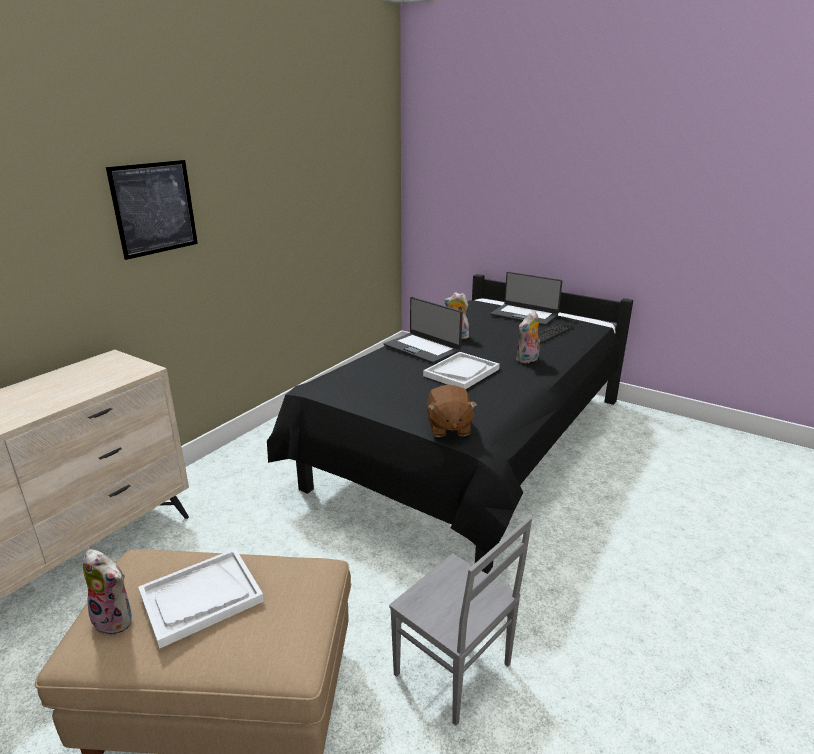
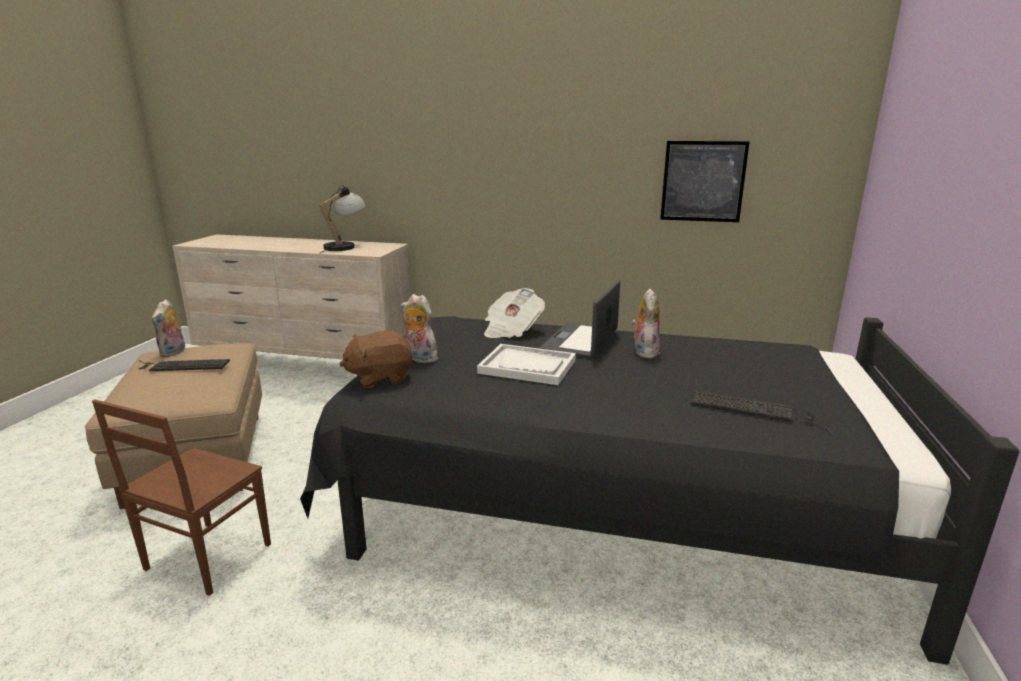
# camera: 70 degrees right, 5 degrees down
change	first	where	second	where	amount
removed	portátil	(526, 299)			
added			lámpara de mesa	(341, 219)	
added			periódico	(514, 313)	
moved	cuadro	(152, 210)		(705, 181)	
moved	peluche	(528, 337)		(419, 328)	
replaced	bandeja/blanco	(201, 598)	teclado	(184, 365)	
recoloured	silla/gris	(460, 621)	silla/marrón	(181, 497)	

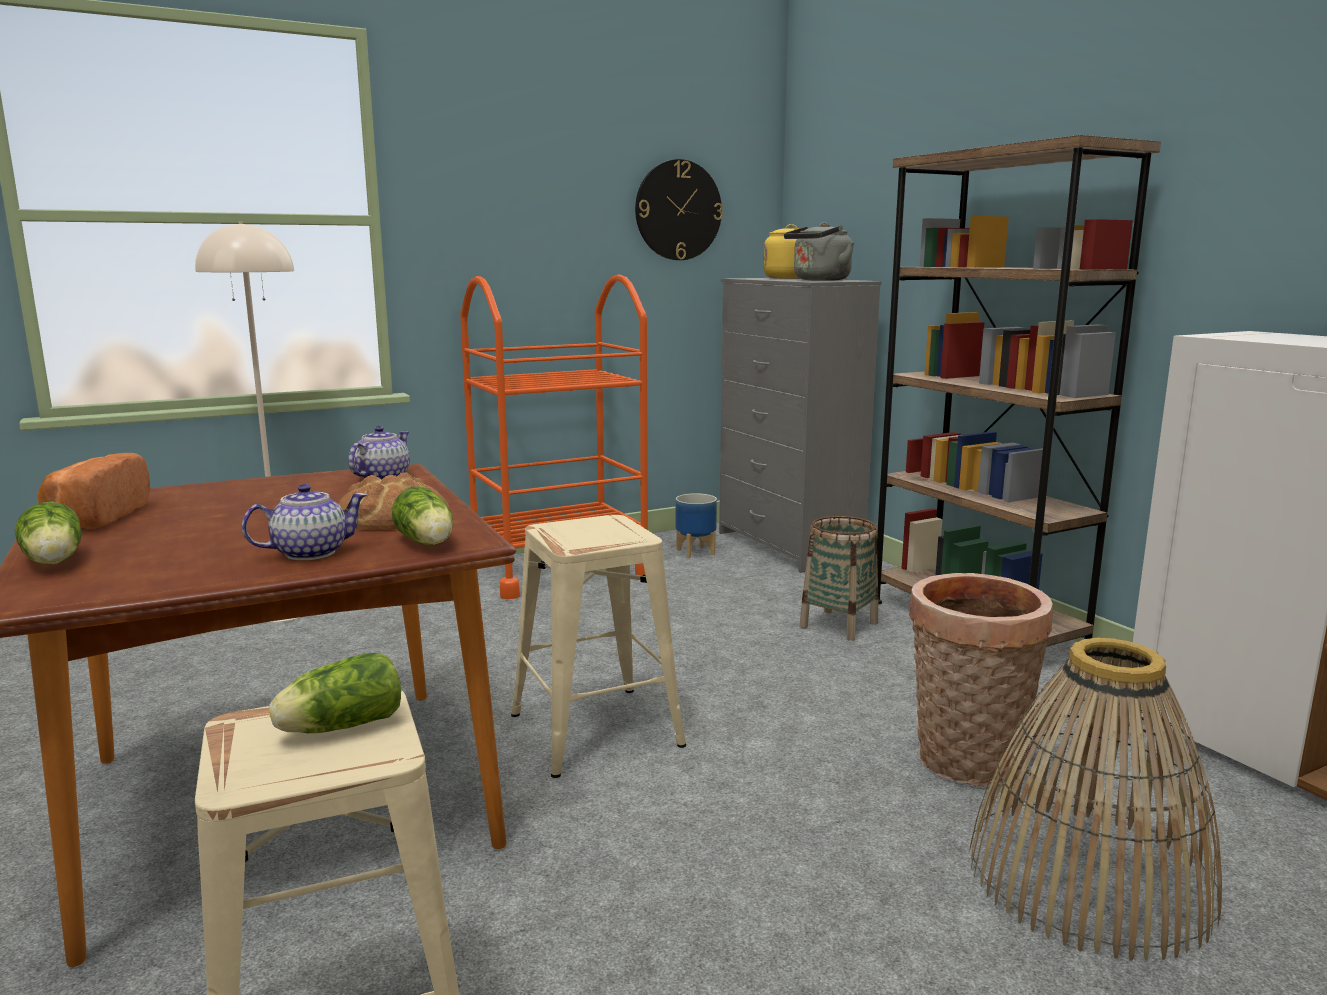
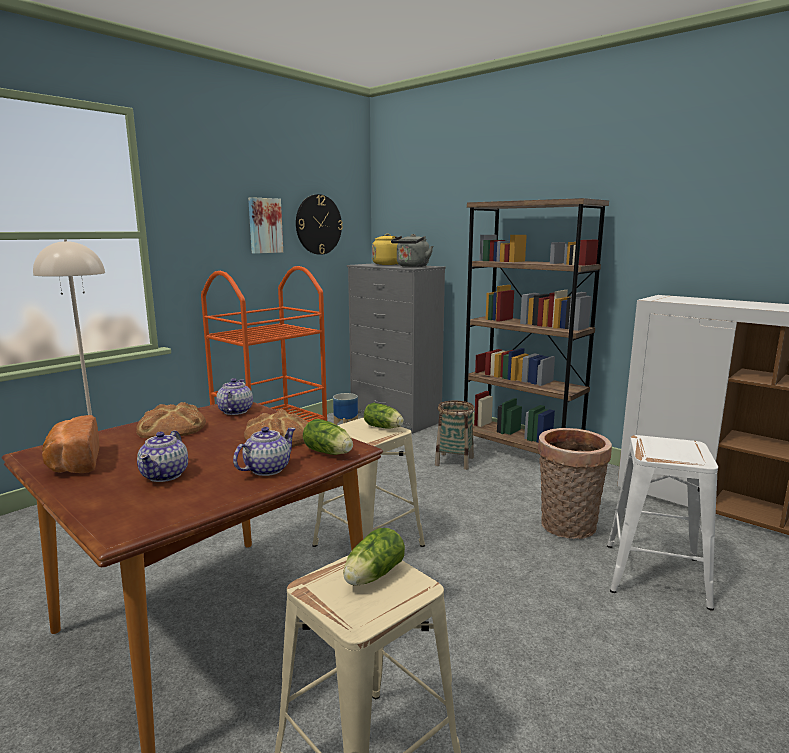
# camera: 20 degrees left, 0 degrees up
change	first	where	second	where	amount
added			pan	(171, 420)	
added			tetera	(162, 456)	
added			cuadro	(265, 225)	
moved	lechuga	(48, 533)		(384, 416)	
replaced	cesta	(1095, 799)	taburete/blanco	(662, 523)	

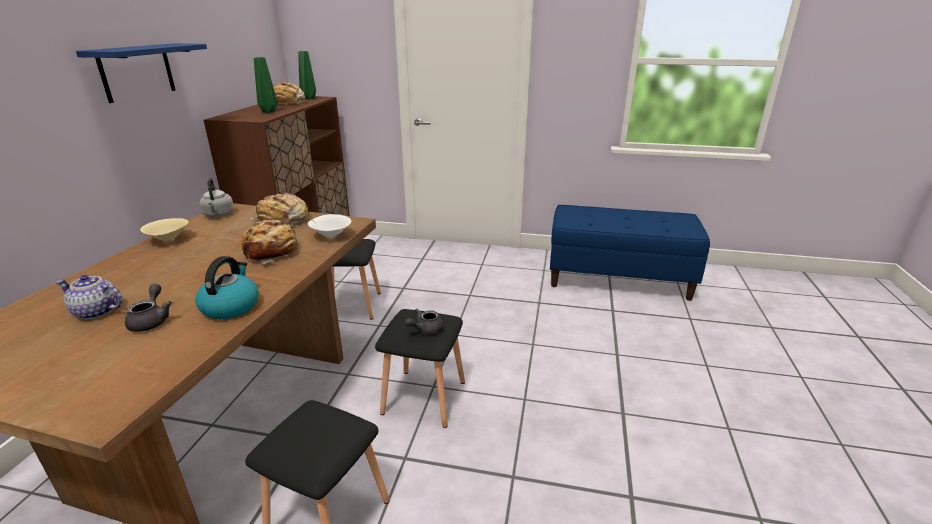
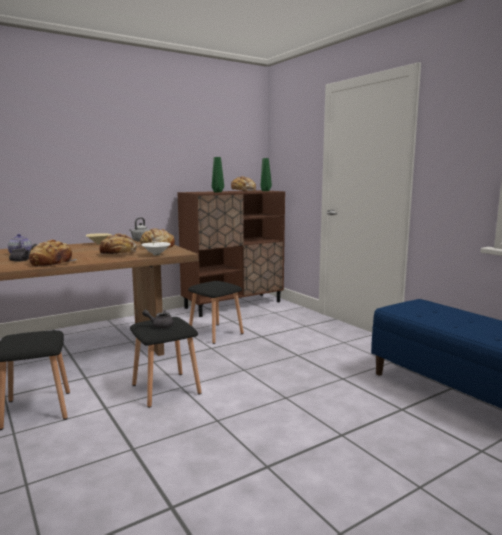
# camera: 45 degrees right, 15 degrees down
change	first	where	second	where	amount
removed	estante/azul	(141, 73)			
replaced	hervidor	(227, 288)	pan	(53, 253)	

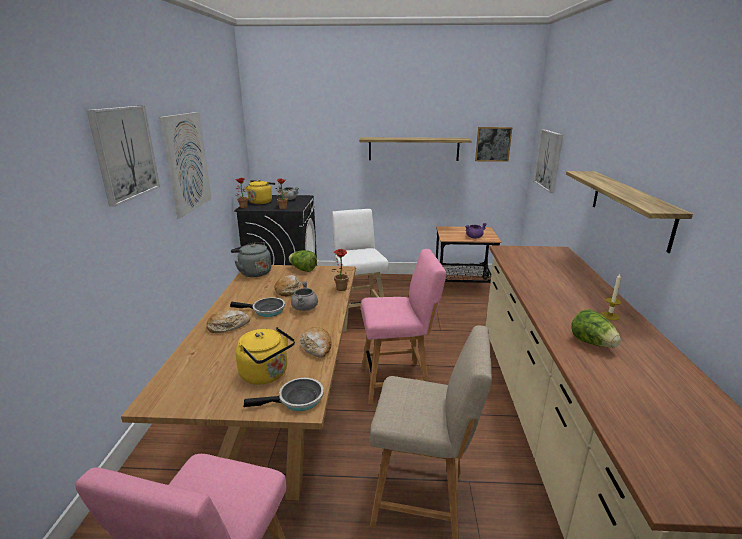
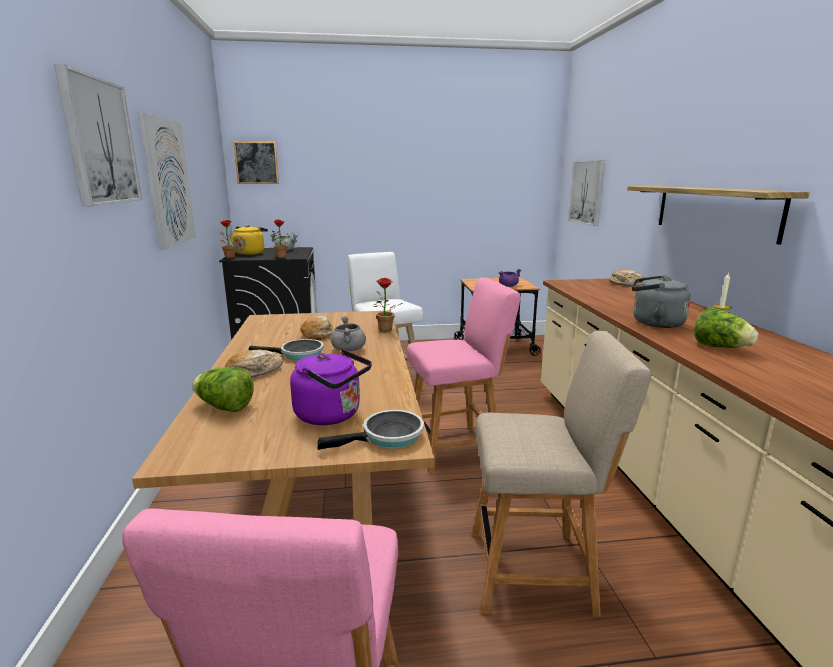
# camera: 10 degrees left, 5 degrees down
change	first	where	second	where	amount
removed	estante	(415, 149)			
moved	hervidor/gris	(251, 259)		(661, 301)	
moved	lechuga	(302, 261)		(223, 389)	
moved	pan	(316, 342)		(627, 278)	
moved	cuadro	(493, 144)		(256, 162)	
recoloured	hervidor/amarillo	(265, 355)	hervidor/morado	(331, 387)	

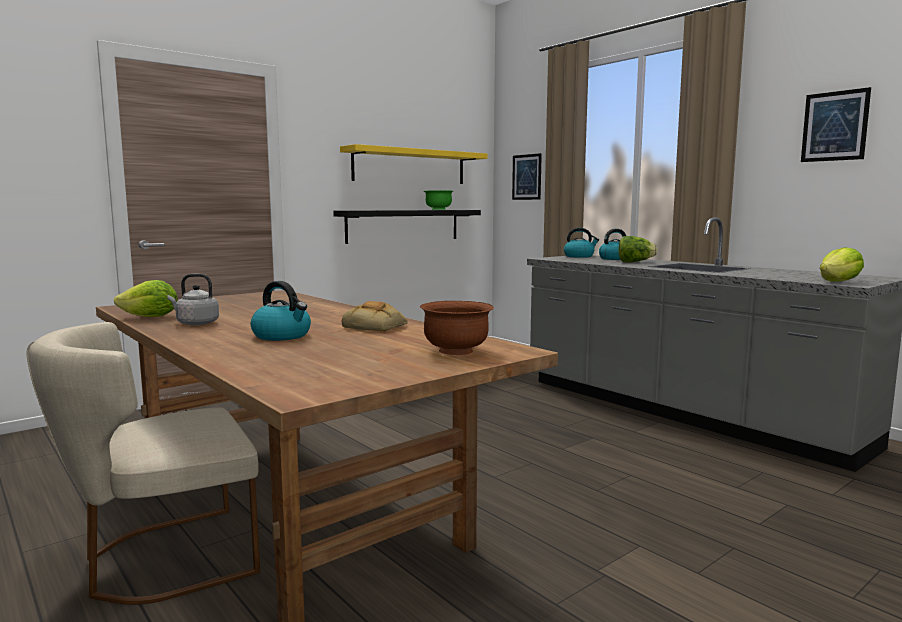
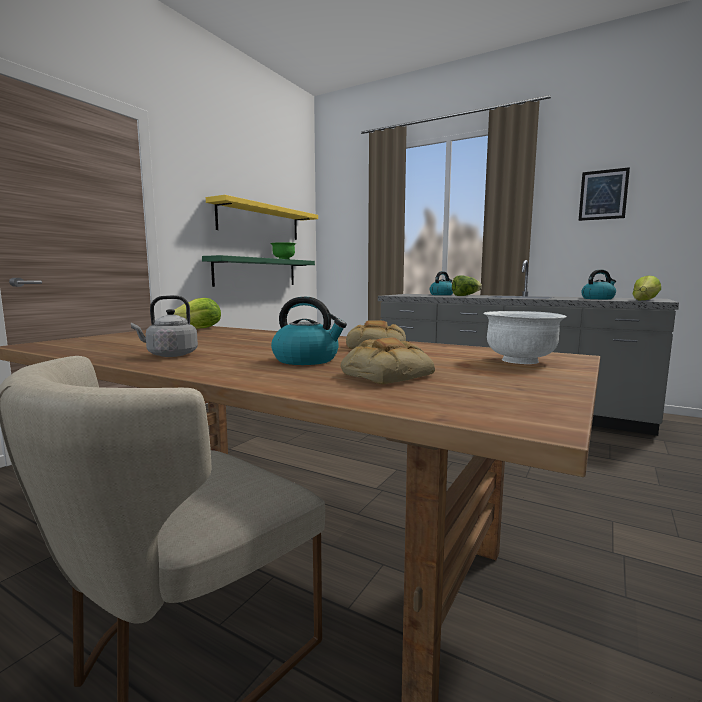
# camera: 20 degrees left, 0 degrees up
change	first	where	second	where	amount
removed	cuadro	(527, 176)			
added			pan	(388, 360)	
moved	lechuga	(146, 298)		(197, 313)	
moved	hervidor	(581, 243)		(598, 284)	
recoloured	estante/negro	(407, 227)	estante/verde	(258, 271)	
recoloured	cuenco/marrón	(457, 328)	cuenco/blanco	(525, 337)	

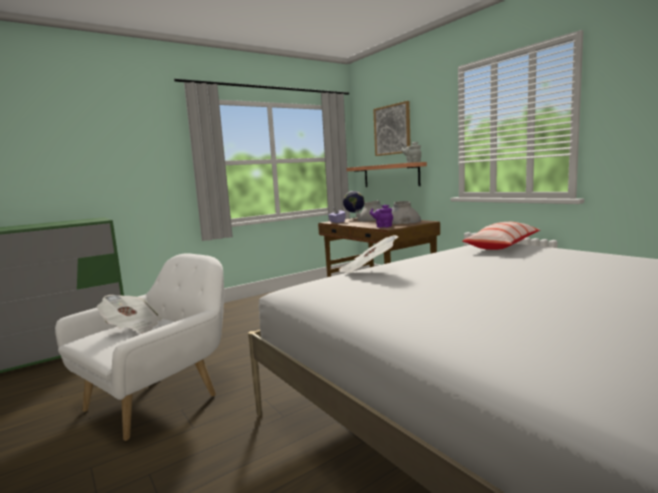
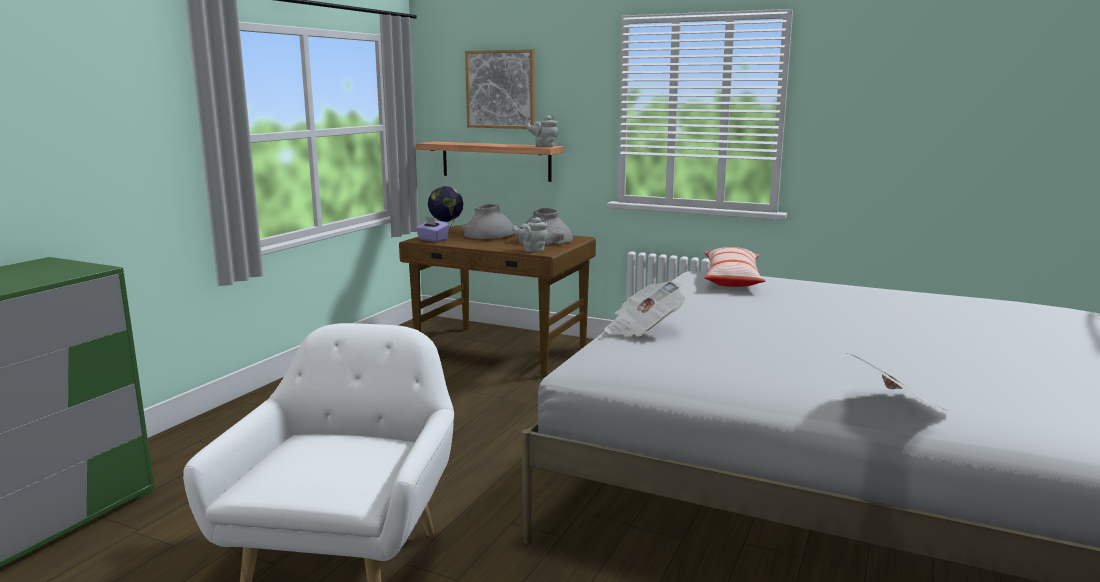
# camera: 30 degrees left, 5 degrees up
change	first	where	second	where	amount
moved	periódico	(129, 314)		(898, 382)	
recoloured	tetera/morado	(381, 216)	tetera/gris	(530, 234)	

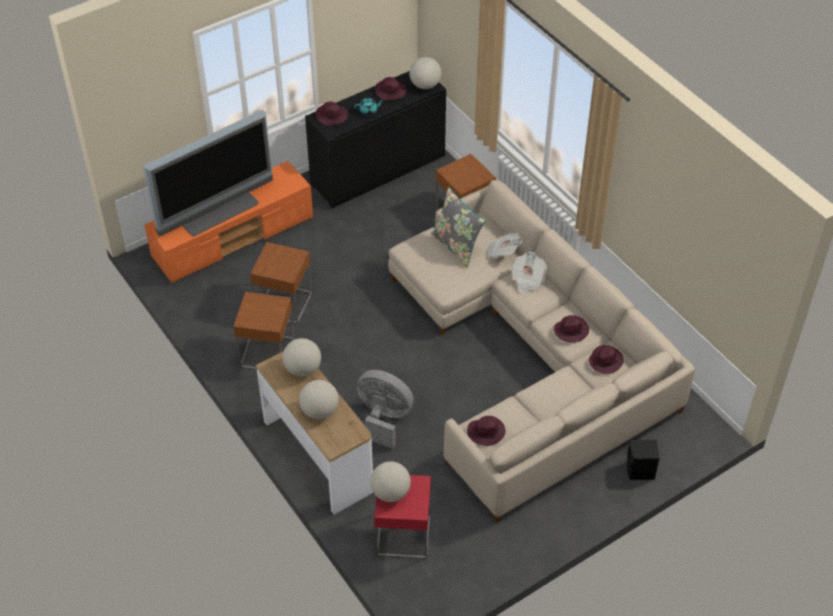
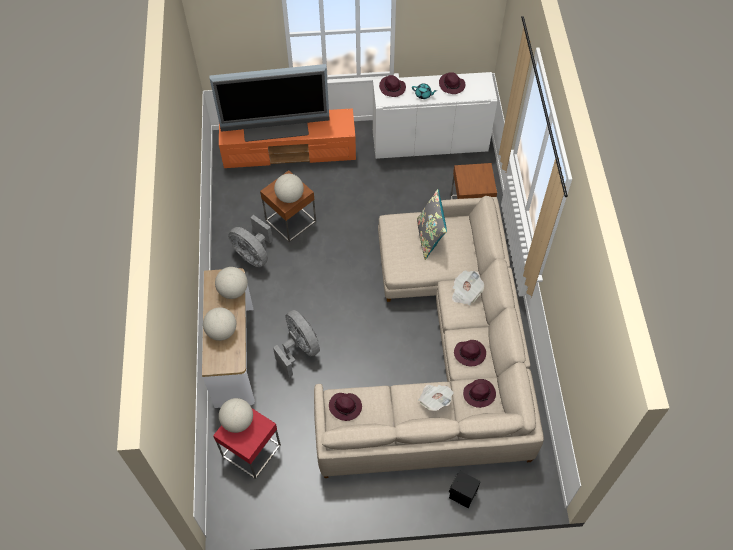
# camera: 30 degrees right, 10 degrees up
change	first	where	second	where	amount
moved	globo terráqueo	(425, 73)		(289, 188)	
moved	periódico	(504, 245)		(436, 397)	
replaced	mesa auxiliar/marrón	(264, 330)	ventilador/gris	(250, 241)	
recoloured	armario/negro	(375, 139)	armario/blanco	(435, 115)	

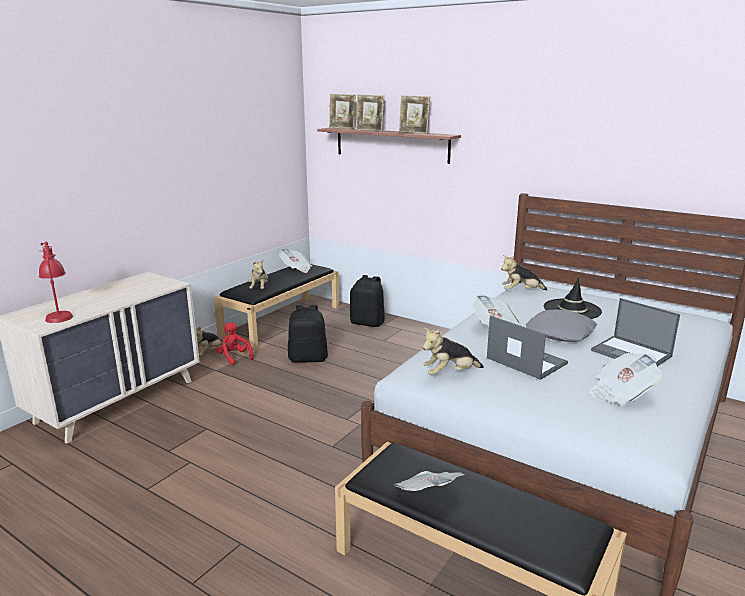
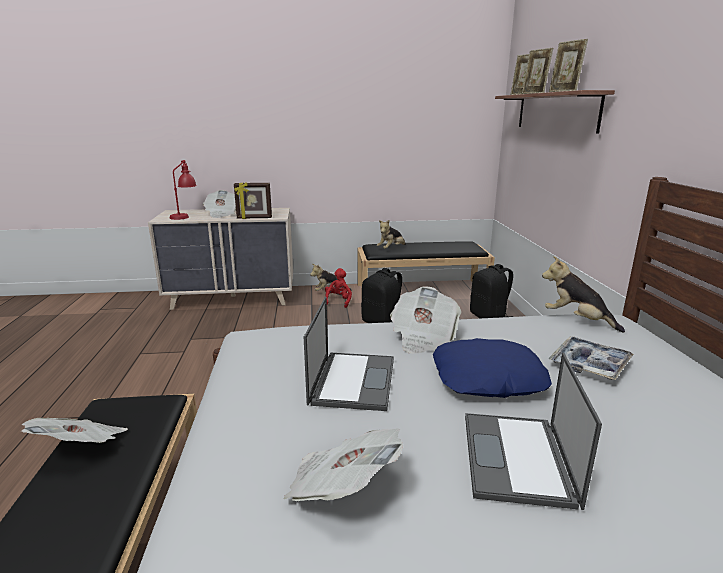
# camera: 50 degrees right, 0 degrees up
change	first	where	second	where	amount
removed	peluche	(453, 351)			
added			portarretratos	(253, 201)	
moved	periódico	(295, 261)		(219, 204)	
replaced	sombrero/negro	(573, 298)	bandeja	(591, 358)	
recoloured	cojín/gris	(561, 325)	cojín/azul	(492, 368)	

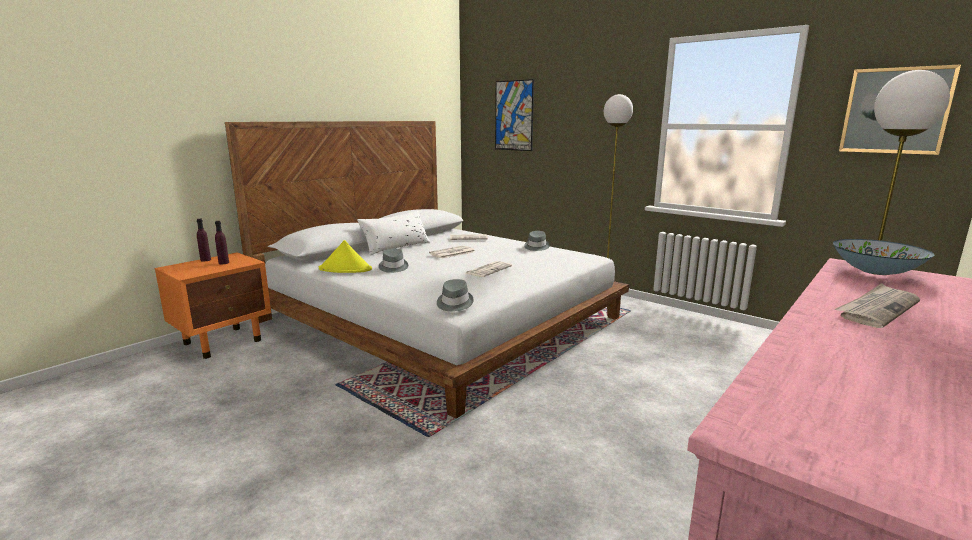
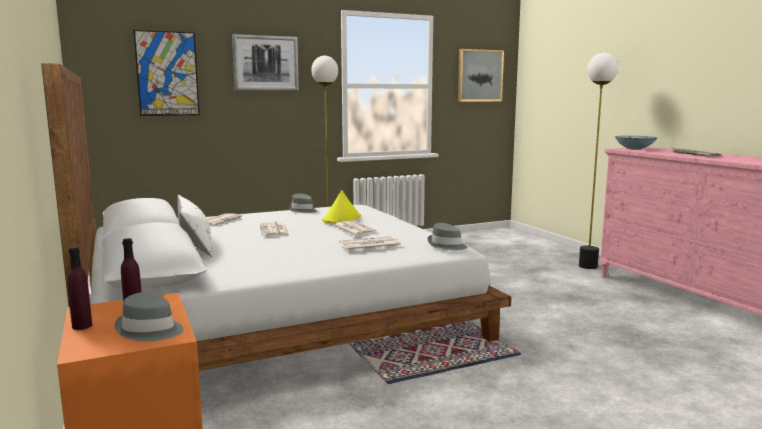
# camera: 65 degrees left, 5 degrees down
change	first	where	second	where	amount
added			cuadro	(265, 62)	
added			periódico	(370, 243)	
moved	sombrero/amarillo	(345, 256)		(341, 206)	
moved	sombrero/gris	(393, 260)		(149, 316)	

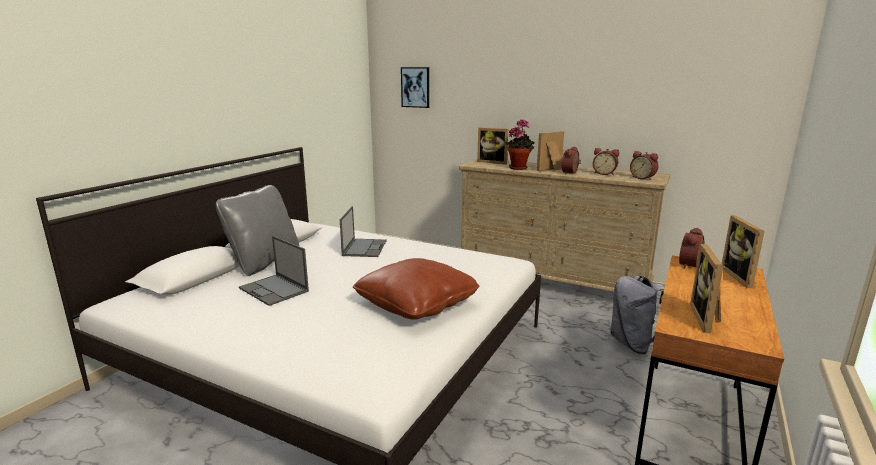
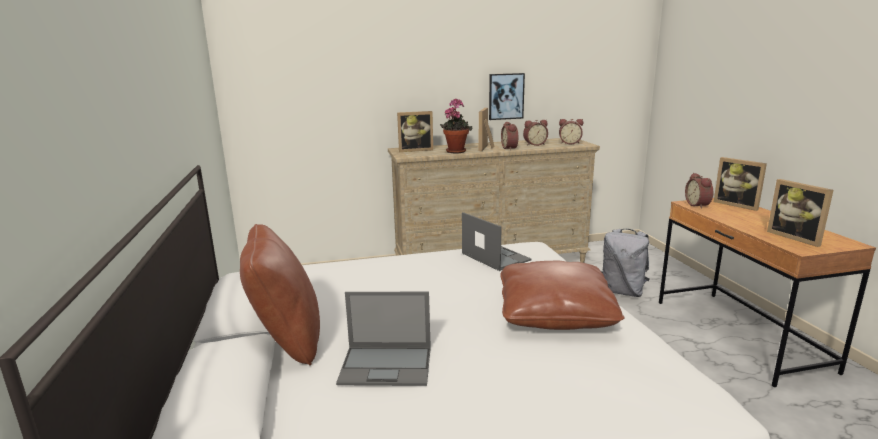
# camera: 40 degrees left, 0 degrees up
change	first	where	second	where	amount
moved	portátil	(363, 231)		(496, 241)	
moved	cuadro	(415, 87)		(507, 96)	
recoloured	cojín/gris	(257, 230)	cojín/marrón	(280, 294)	

